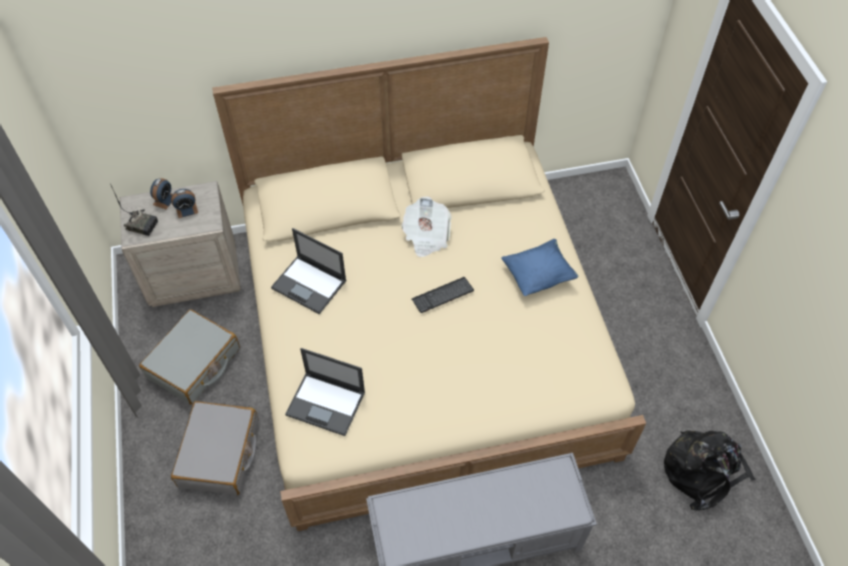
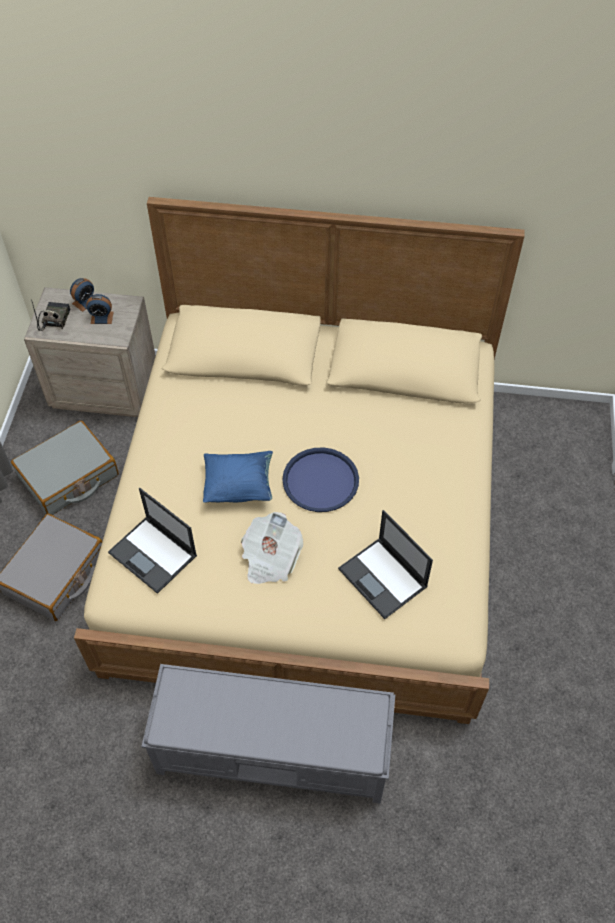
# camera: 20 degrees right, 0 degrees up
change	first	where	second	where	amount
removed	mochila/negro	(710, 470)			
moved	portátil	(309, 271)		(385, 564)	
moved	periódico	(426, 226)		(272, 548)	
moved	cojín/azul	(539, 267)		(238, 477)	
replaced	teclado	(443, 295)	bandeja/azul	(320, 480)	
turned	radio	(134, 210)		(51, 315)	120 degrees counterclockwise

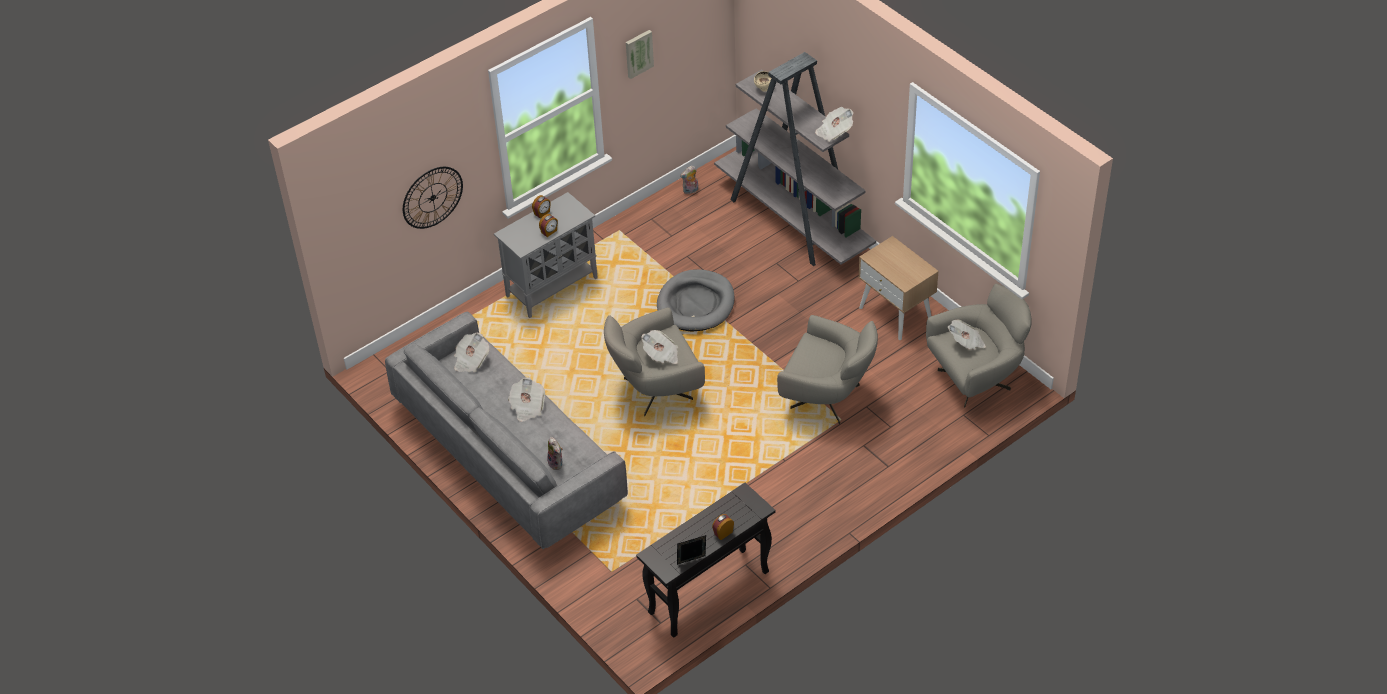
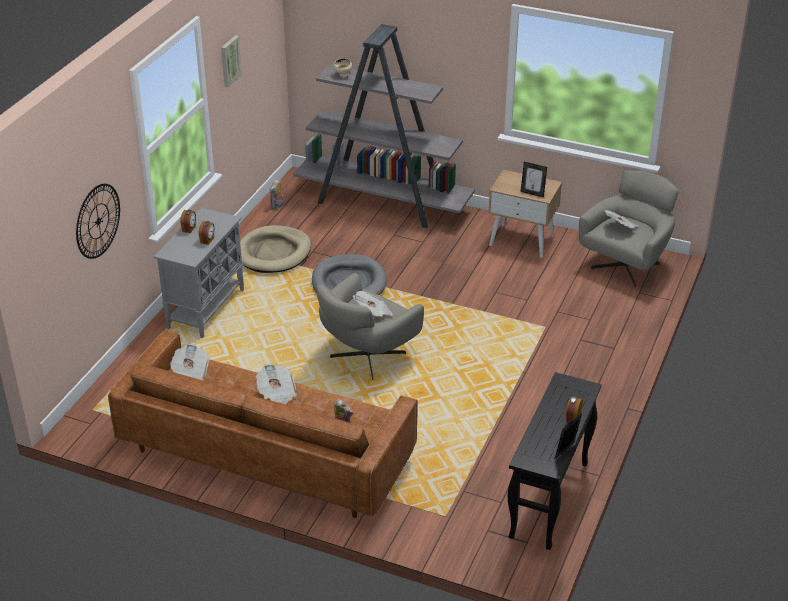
# camera: 30 degrees left, 10 degrees down
change	first	where	second	where	amount
removed	sillón/gris	(827, 369)			
removed	periódico	(834, 124)			
added			cama para perro/beis	(275, 249)	
added			portarretratos	(534, 179)	
recoloured	sofá/gris	(506, 430)	sofá/marrón	(263, 424)	

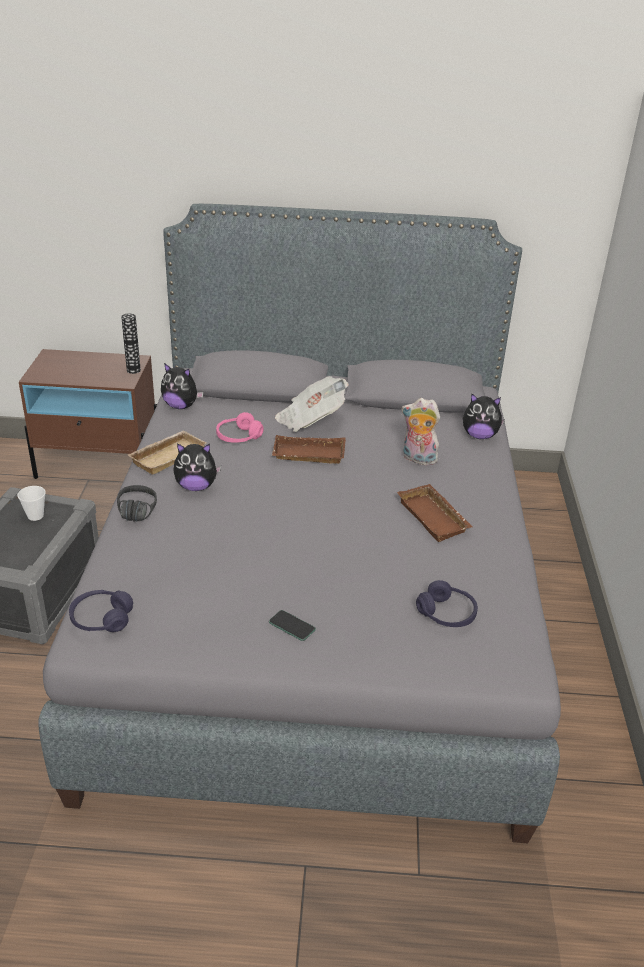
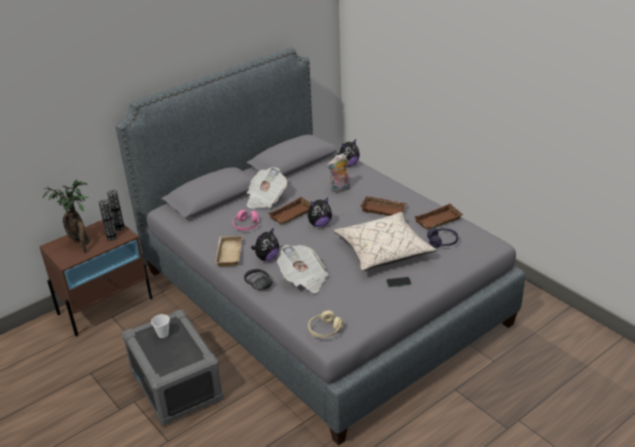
# camera: 40 degrees left, 0 degrees up
change	first	where	second	where	amount
added			planta en maceta	(66, 216)	
added			florero	(108, 220)	
added			periódico	(302, 269)	
added			cojín/beis	(385, 241)	
added			bandeja/marrón	(438, 217)	
moved	peluche	(182, 386)		(320, 212)	
recoloured	auriculares/morado	(101, 611)	auriculares/beis	(325, 324)	

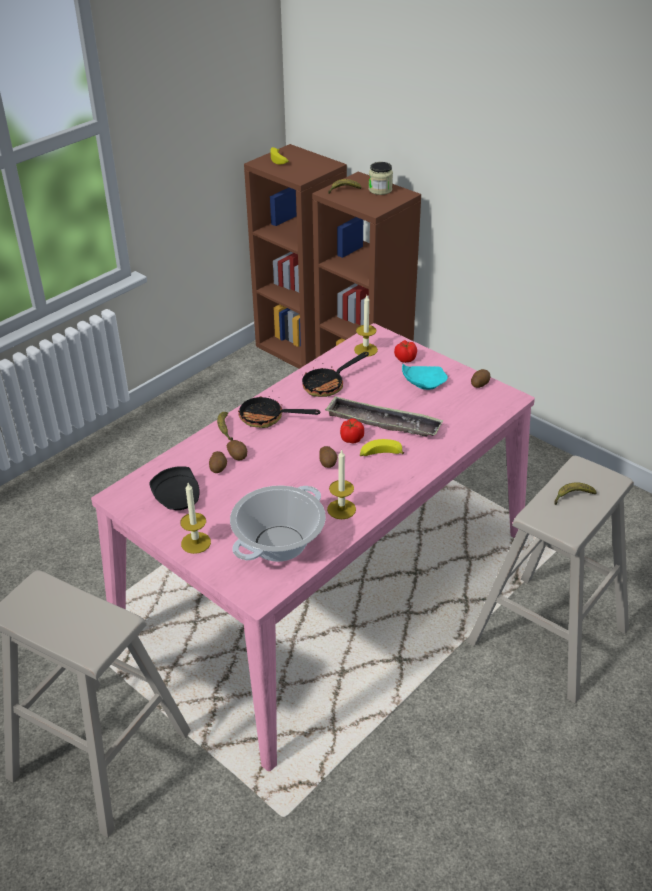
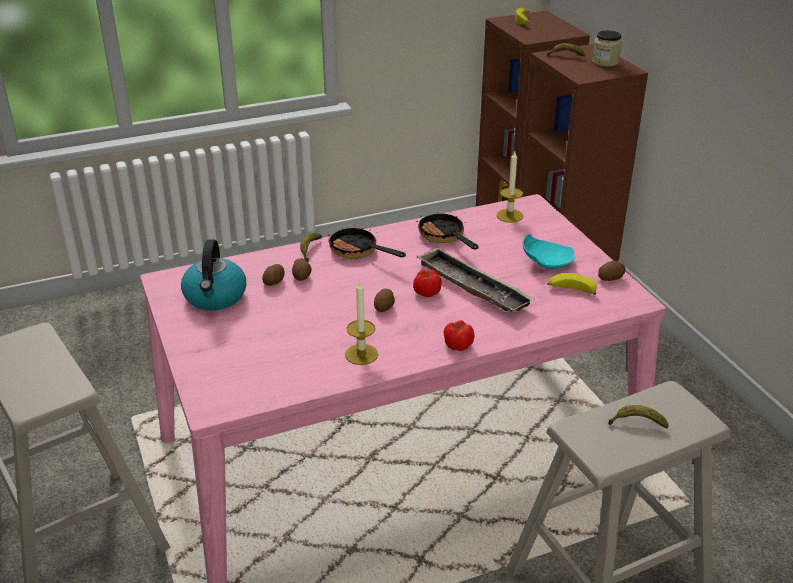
# camera: 25 degrees right, 5 degrees down
change	first	where	second	where	amount
removed	vela	(195, 518)			
removed	olla	(278, 523)			
moved	plátano	(382, 447)		(572, 284)	
moved	tomate	(405, 351)		(459, 335)	
replaced	plato/negro	(174, 488)	hervidor	(213, 274)	
turned	sartén	(335, 374)		(448, 230)	75 degrees clockwise

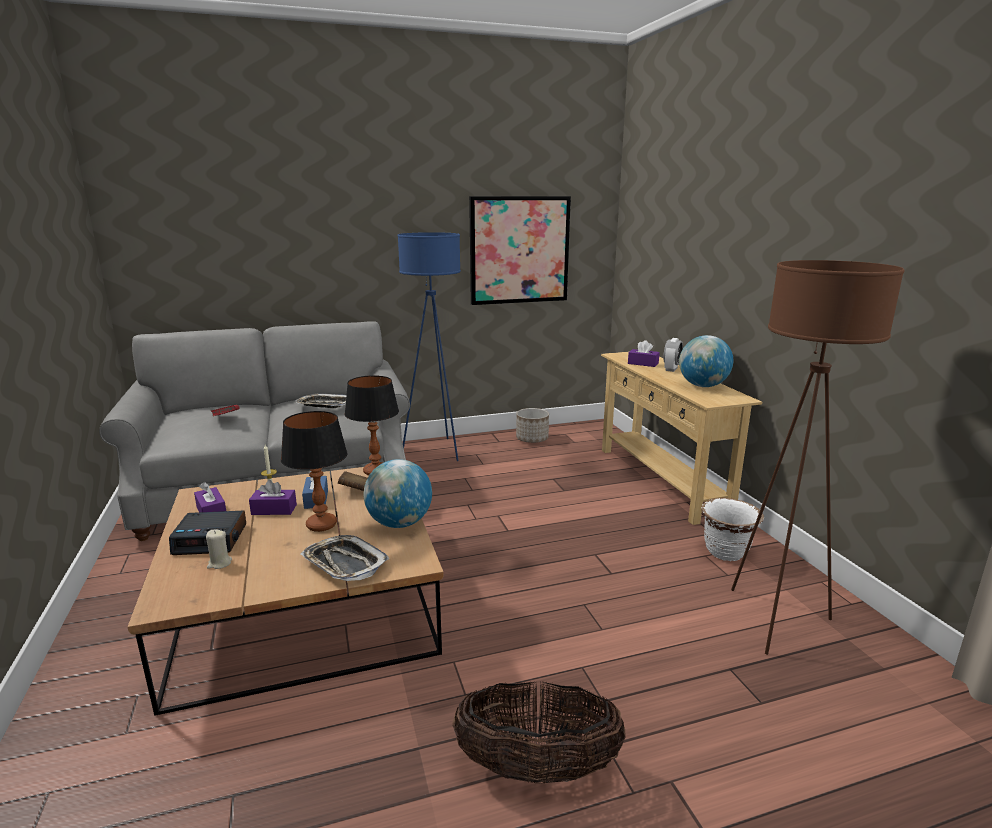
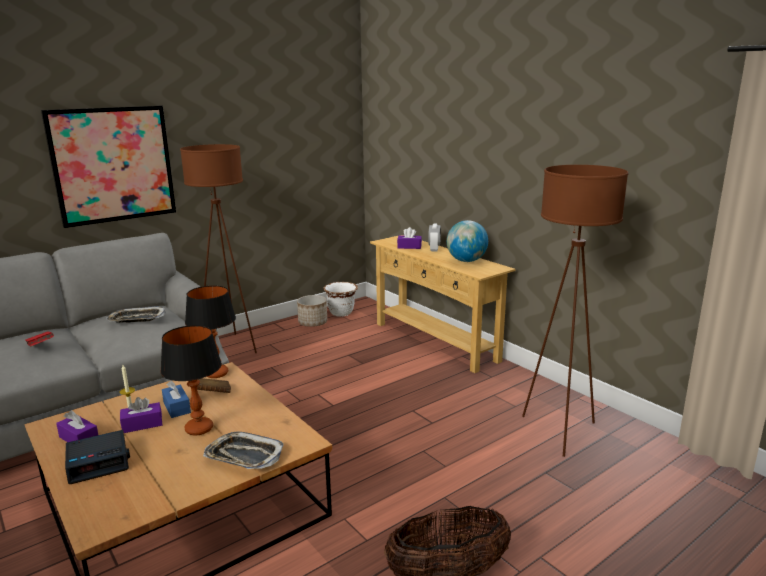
# camera: 20 degrees left, 0 degrees up
change	first	where	second	where	amount
removed	vela/beis	(219, 549)			
removed	globo terráqueo	(398, 493)			
moved	cuadro	(520, 250)		(108, 167)	
moved	maceta/blanco	(732, 529)		(341, 299)	
recoloured	lámpara de pie/azul	(429, 346)	lámpara de pie/marrón	(218, 248)	

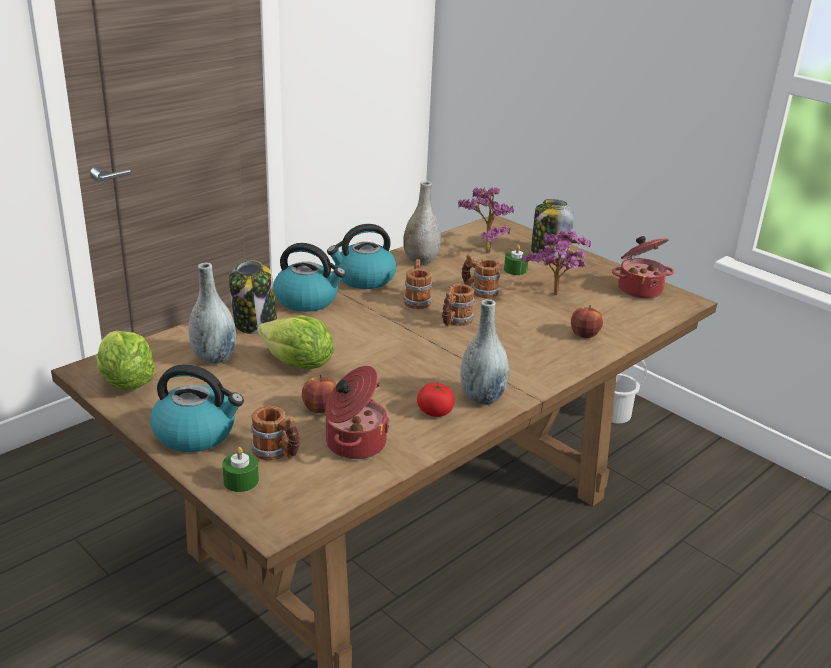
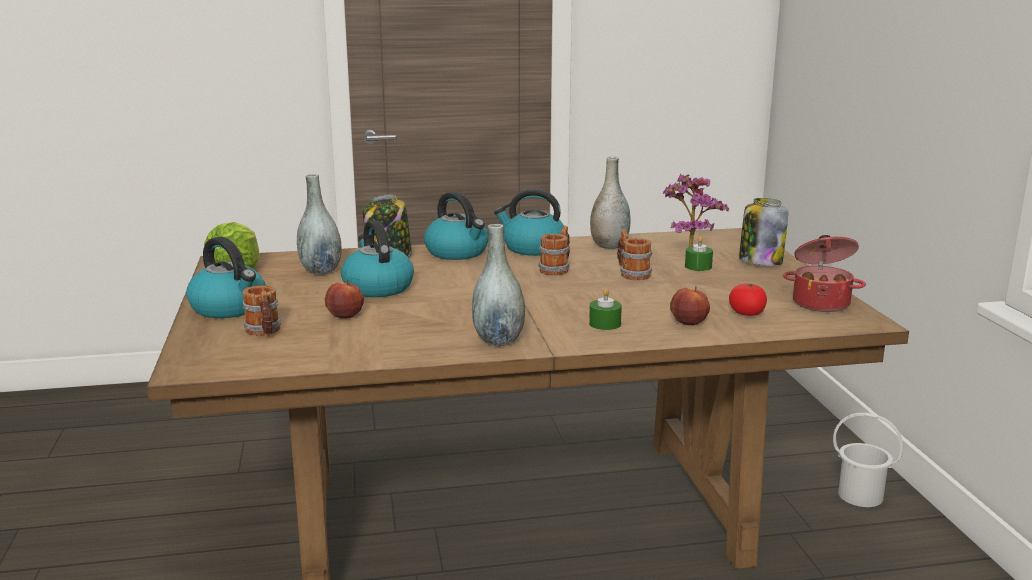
# camera: 35 degrees right, 10 degrees down
change	first	where	second	where	amount
removed	olla	(357, 412)			
removed	taza grande	(458, 304)			
removed	planta en maceta	(556, 262)			
moved	vela/verde	(240, 469)		(605, 309)	
moved	tomate	(435, 400)		(748, 299)	
replaced	lechuga	(295, 342)	hervidor	(377, 258)	

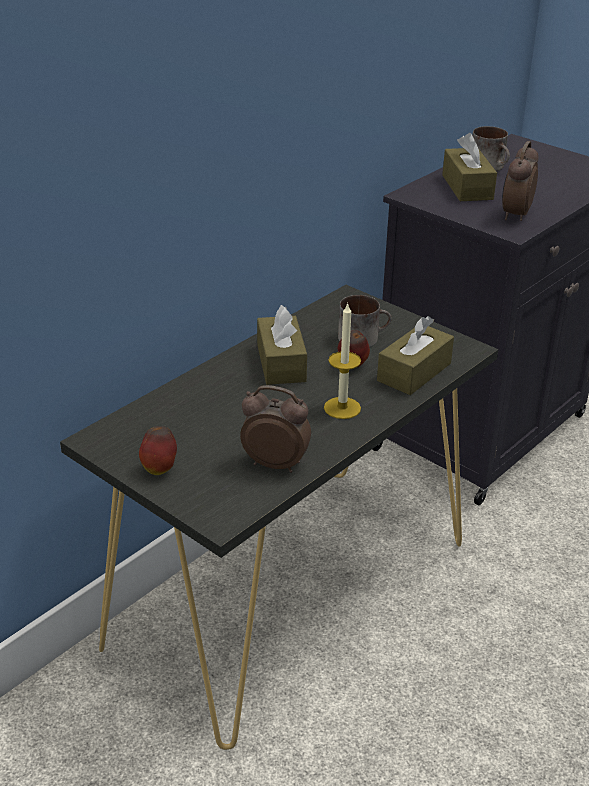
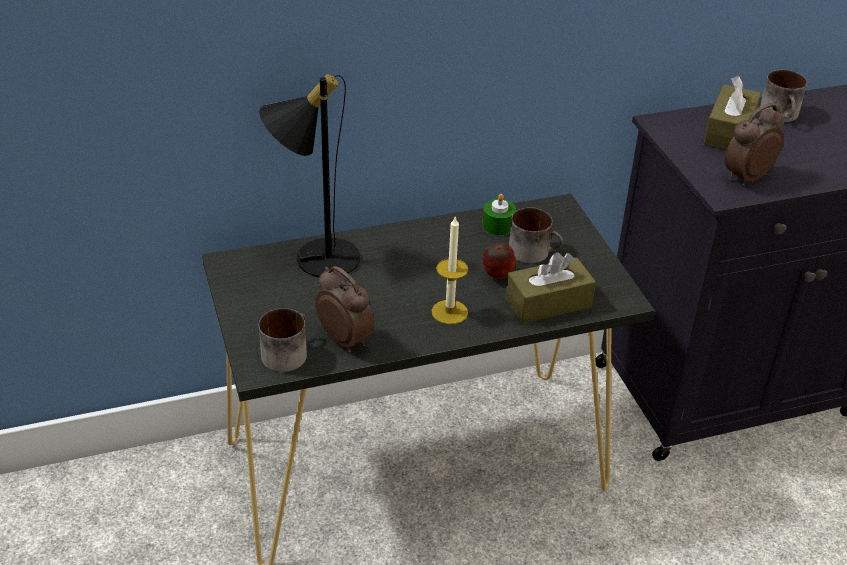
# camera: 30 degrees right, 5 degrees up
change	first	where	second	where	amount
removed	manzana	(158, 450)			
removed	caja de pañuelos/marrón	(282, 345)			
added			lámpara de mesa/negro	(309, 175)	
added			taza grande	(283, 340)	
added			vela/verde	(499, 214)	

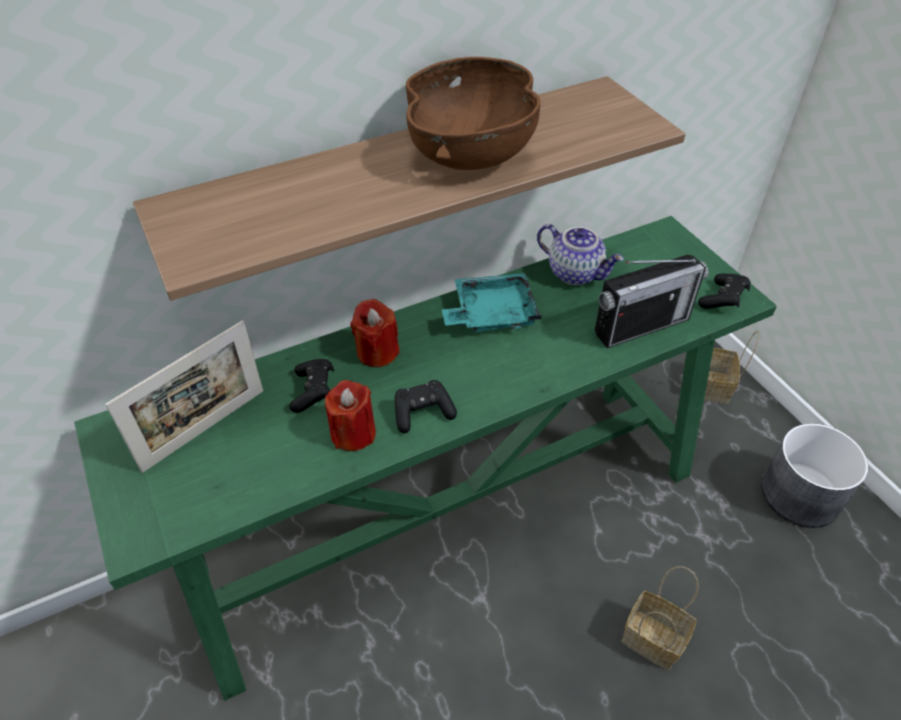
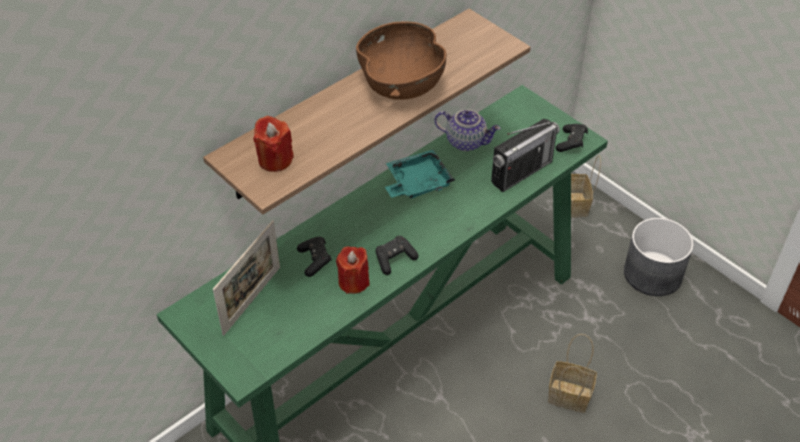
# camera: 15 degrees left, 0 degrees up
change	first	where	second	where	amount
moved	vela/rojo	(375, 333)		(273, 143)	

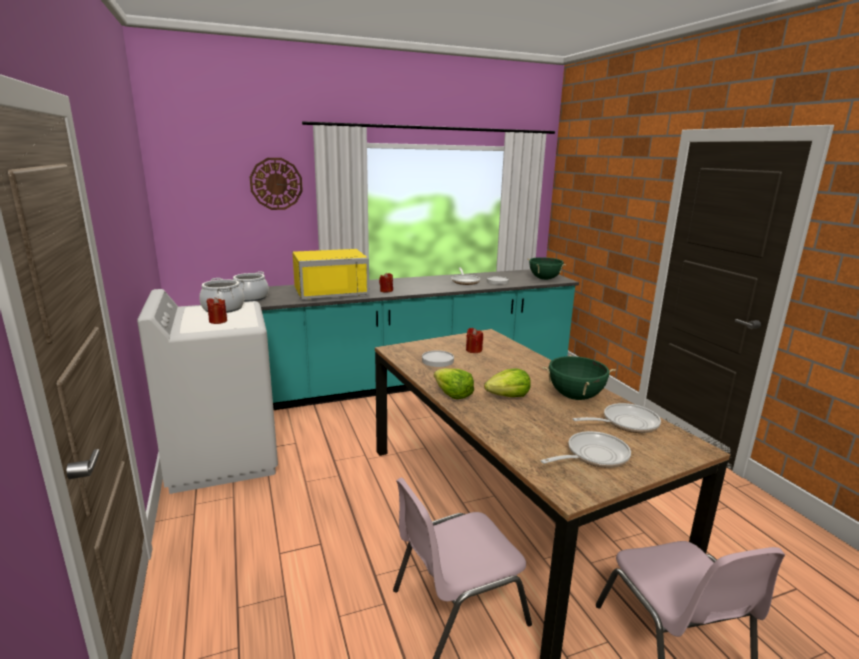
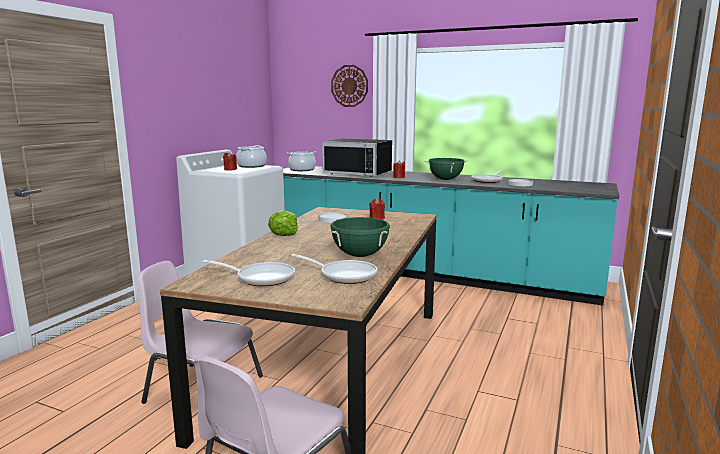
# camera: 45 degrees right, 5 degrees down
change	first	where	second	where	amount
removed	lechuga	(507, 382)			
moved	olla/verde	(547, 268)		(446, 169)	
recoloured	microondas/amarillo	(330, 274)	microondas/negro	(357, 158)	

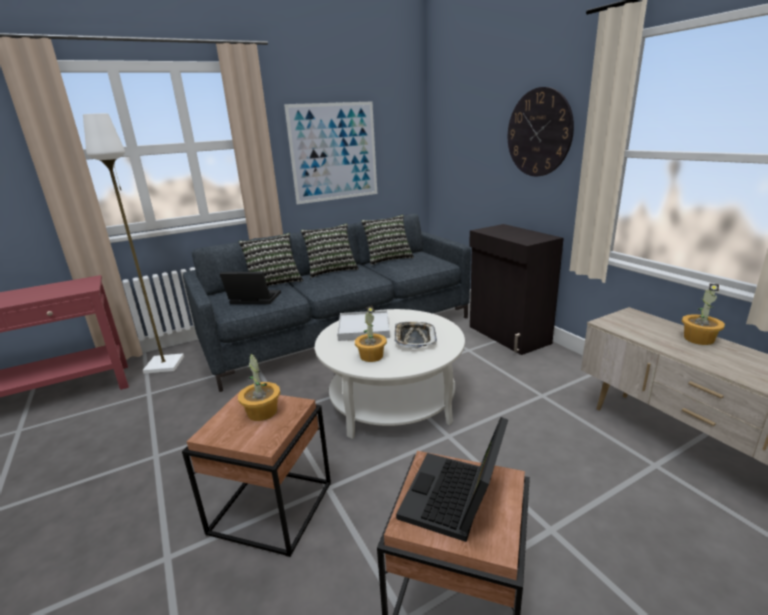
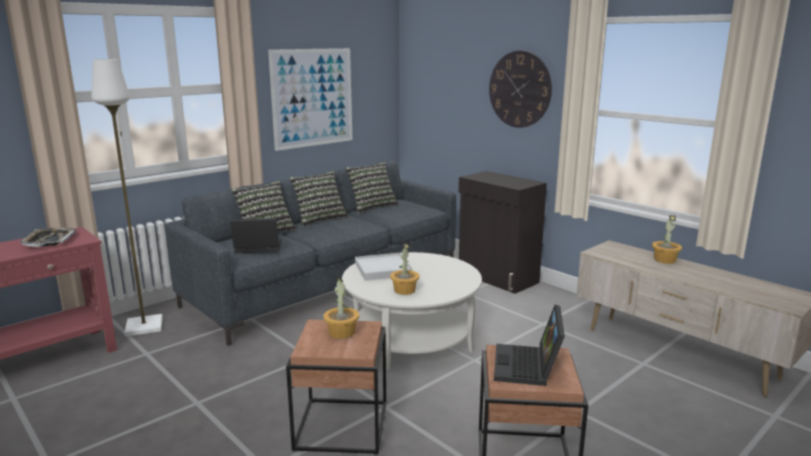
# camera: 15 degrees left, 5 degrees down
change	first	where	second	where	amount
moved	bandeja	(416, 335)		(48, 237)	

